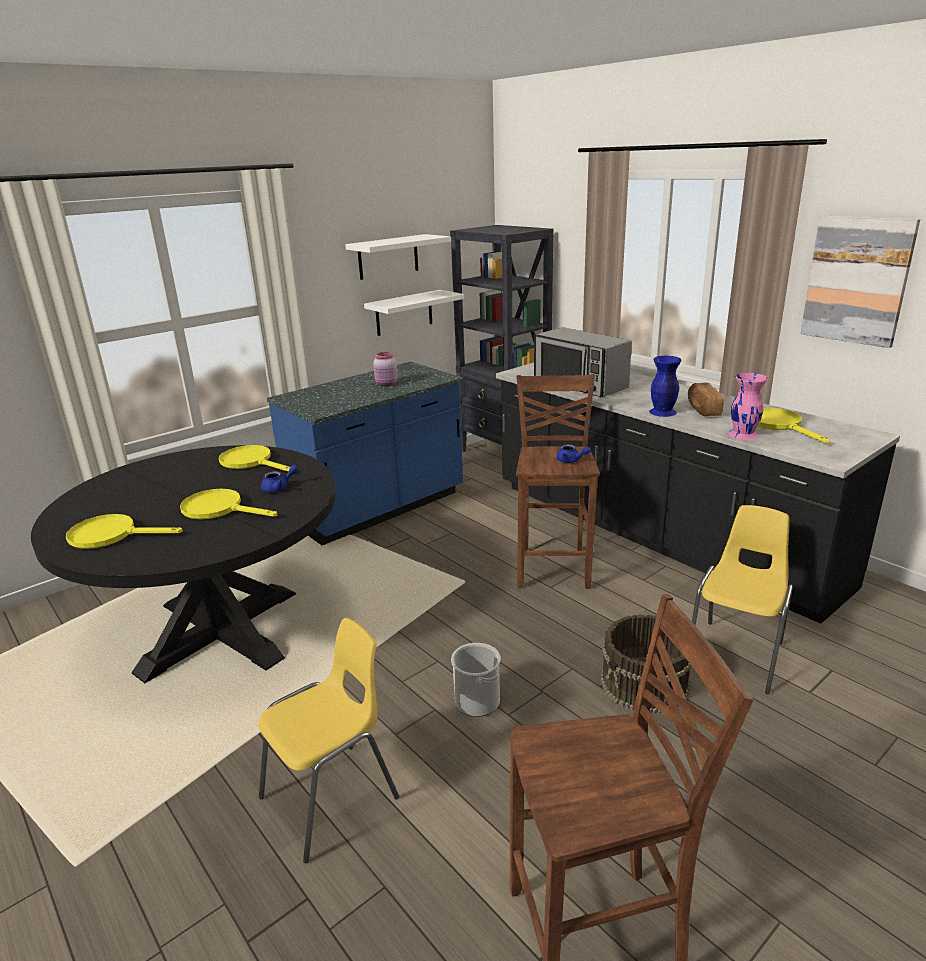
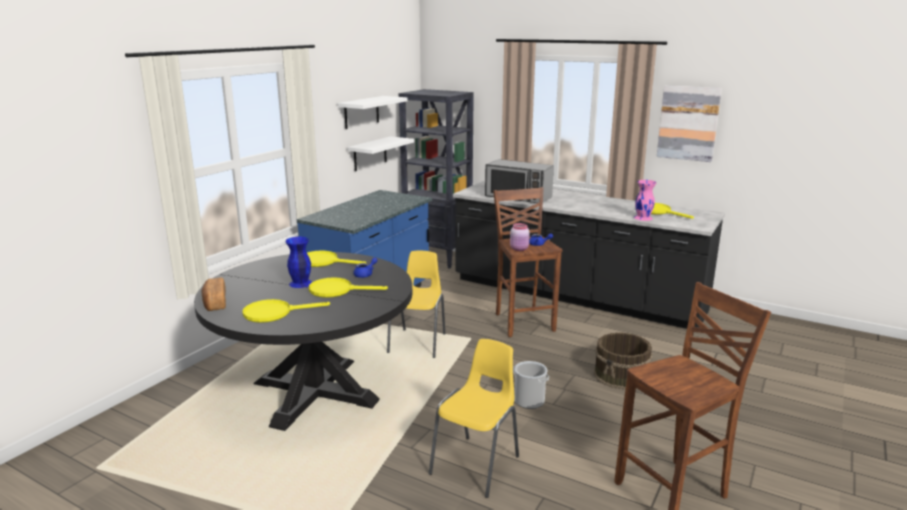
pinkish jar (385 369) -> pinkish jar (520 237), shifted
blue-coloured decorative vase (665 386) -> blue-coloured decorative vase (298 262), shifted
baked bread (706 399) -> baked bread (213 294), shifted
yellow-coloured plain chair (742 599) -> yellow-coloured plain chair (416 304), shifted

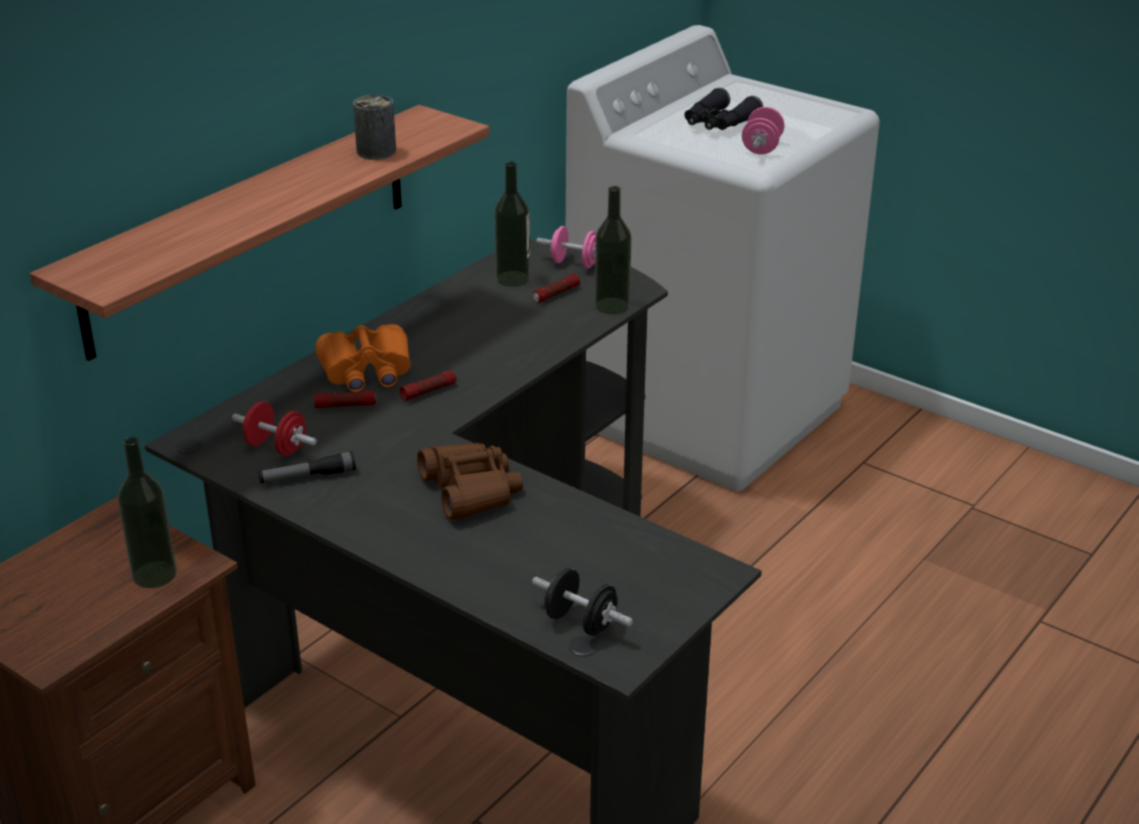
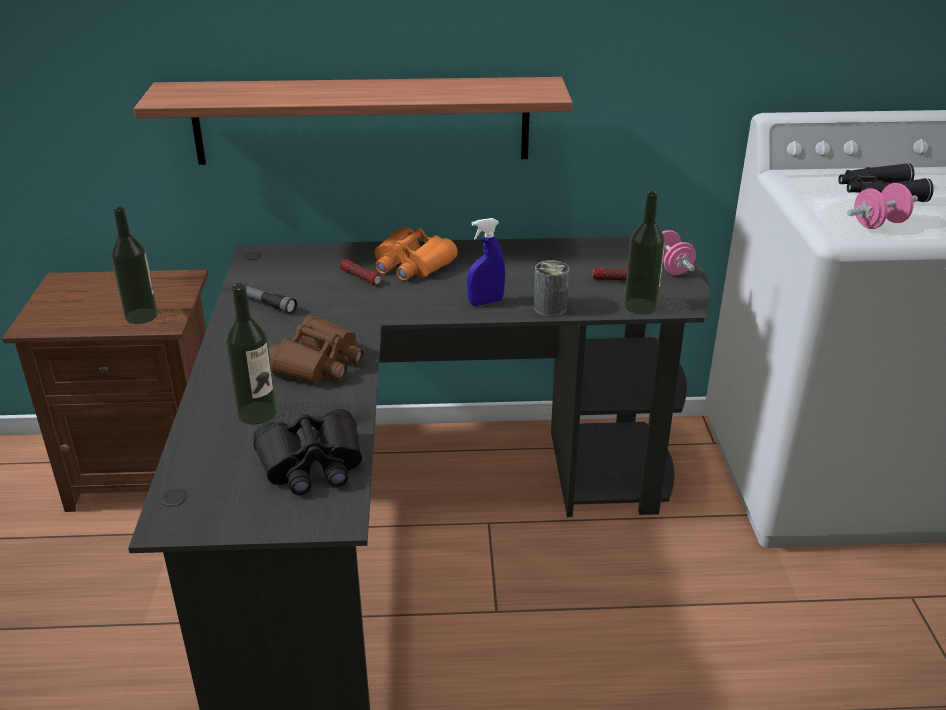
red-coloured dumbbell (274 429) -> none
flashlight (428 385) -> none
blackish dumbbell (582 602) -> none
none -> blackish field glasses (307 452)
none -> blue-coloured spray bottle (486 262)
sealed can (374 127) -> sealed can (551 288), shifted
bottle (512 224) -> bottle (251 353), shifted

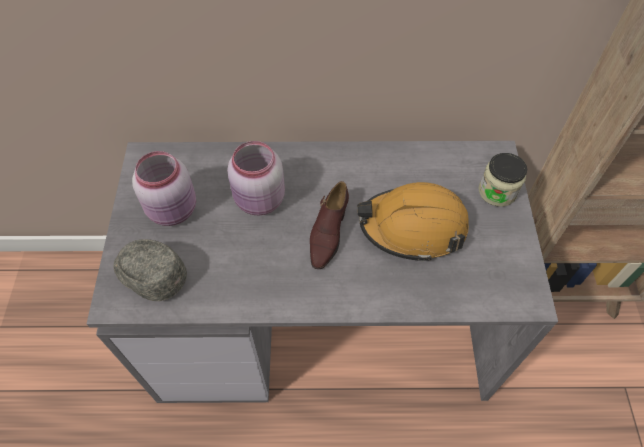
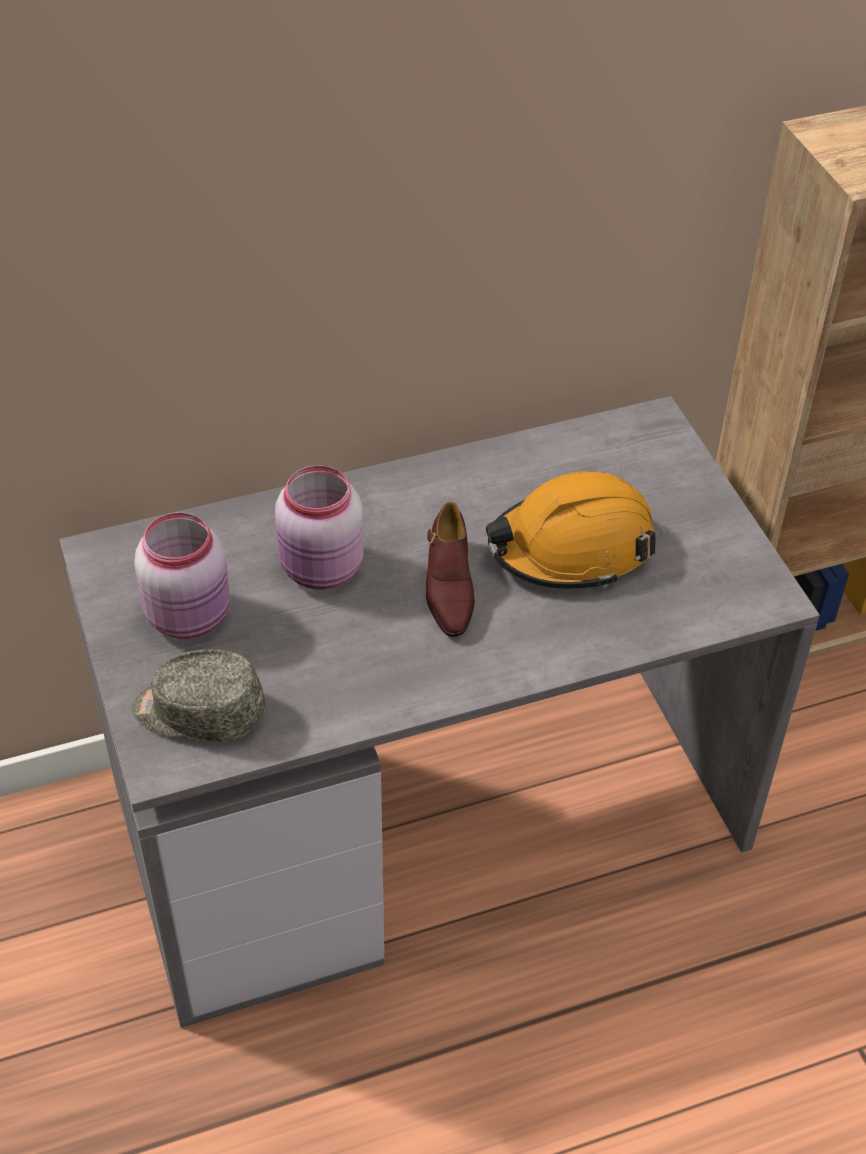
jar (502 180) -> none

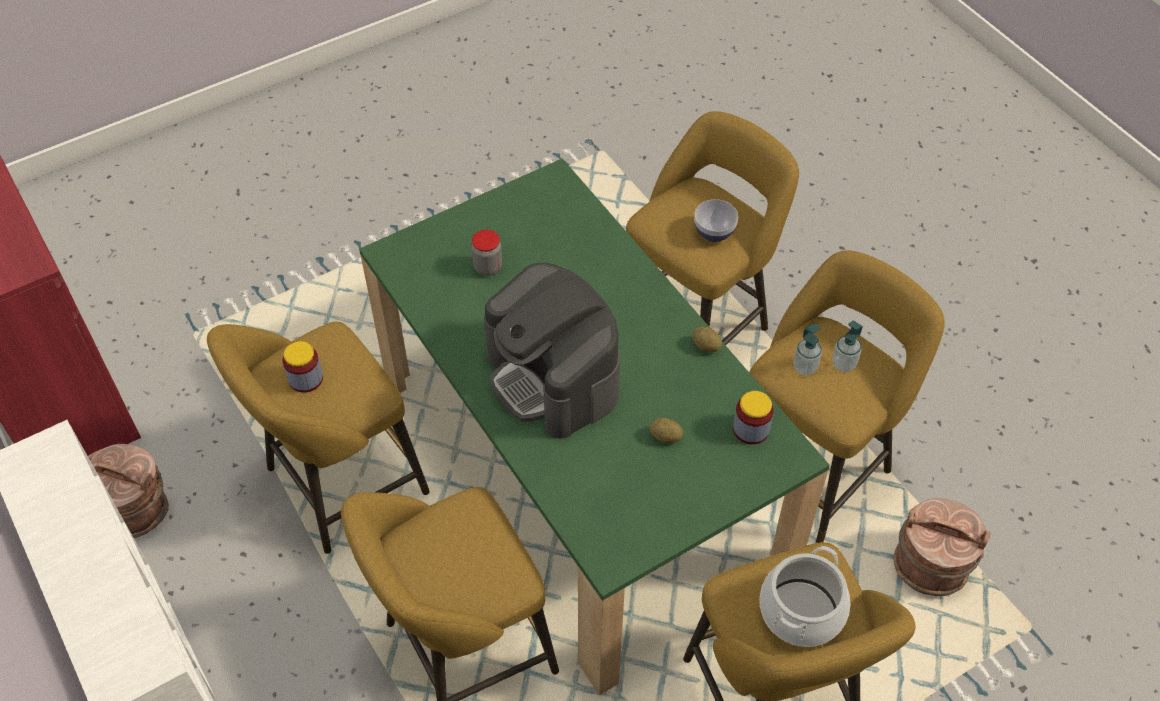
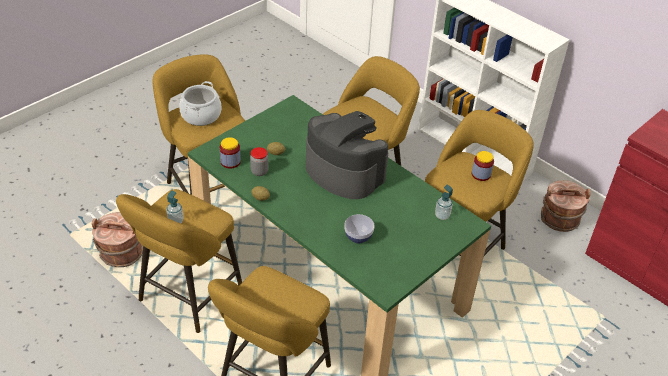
jar (486 253) -> jar (259 161), shifted
serving bowl (716 220) -> serving bowl (359 228), shifted
liquid soap bottle (807 349) -> liquid soap bottle (444 202), shifted

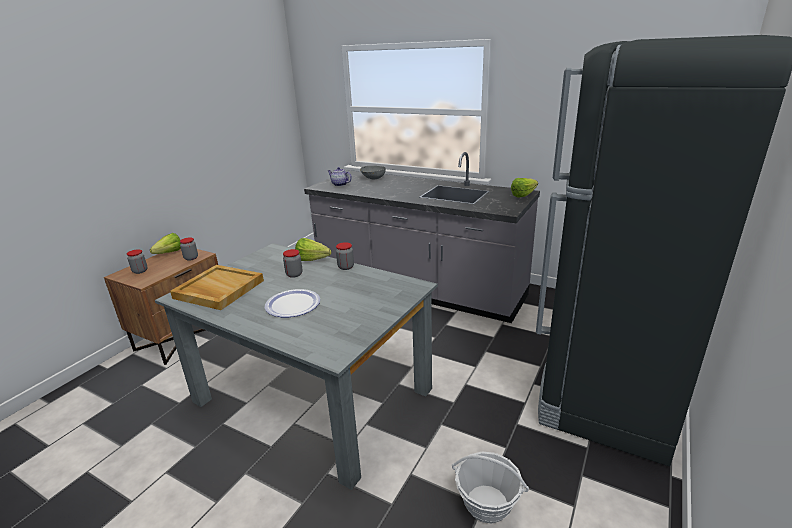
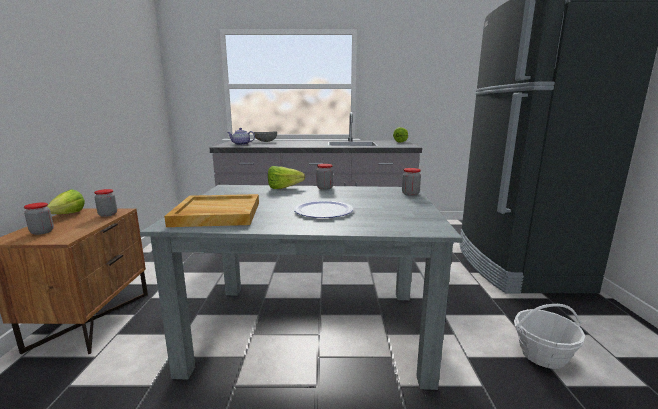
jar (293 263) -> jar (411 182), shifted

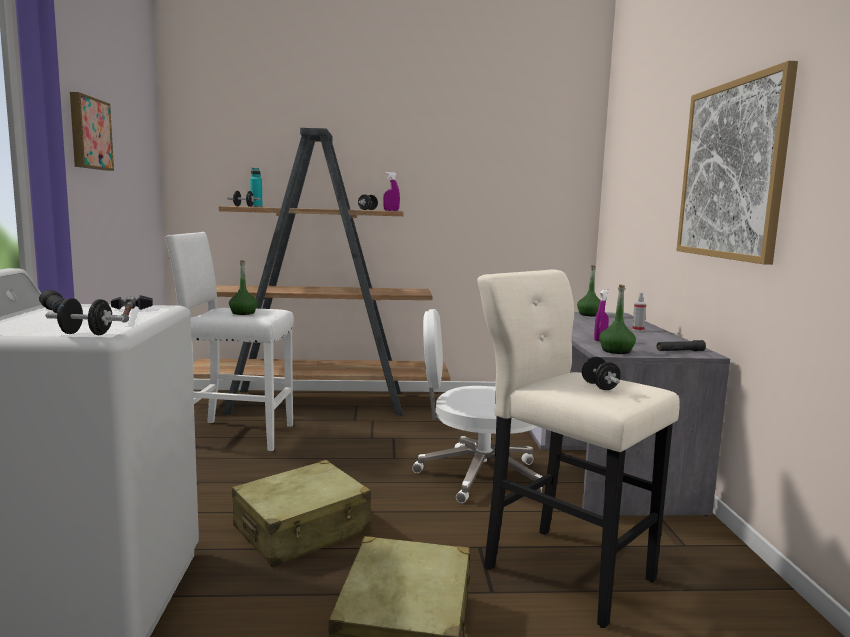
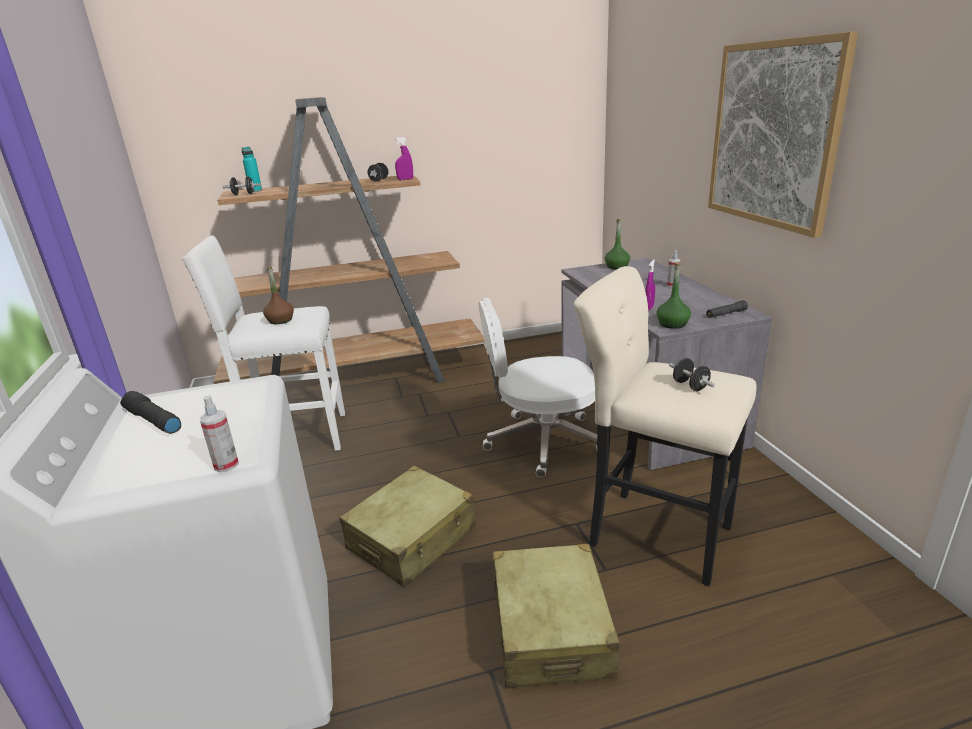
wall art (92 131) -> none
tool hammer (132 309) -> none
blackish dumbbell (84 316) -> spray bottle (219 434)
green bottle (243 288) -> brown-coloured bottle (278 295)

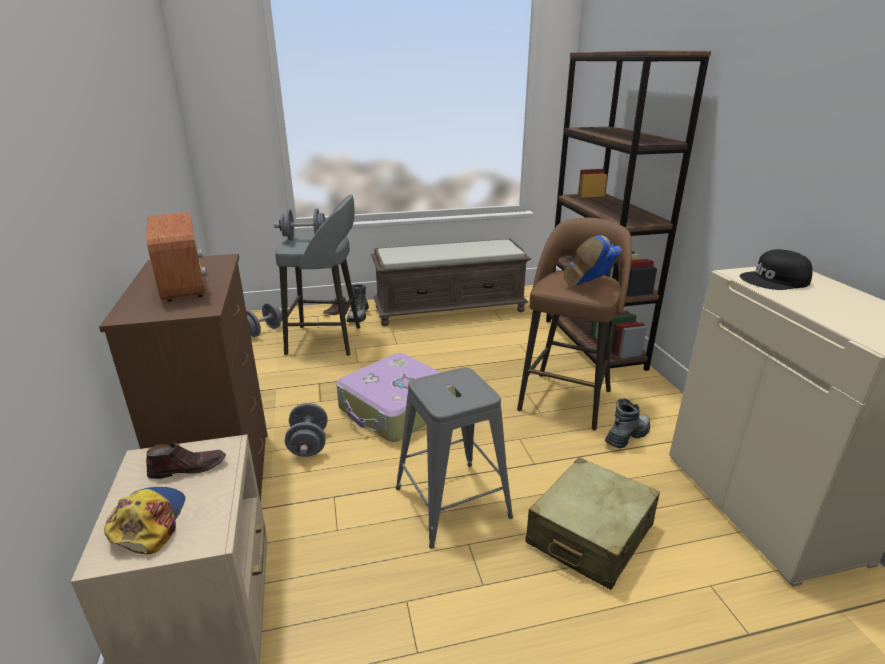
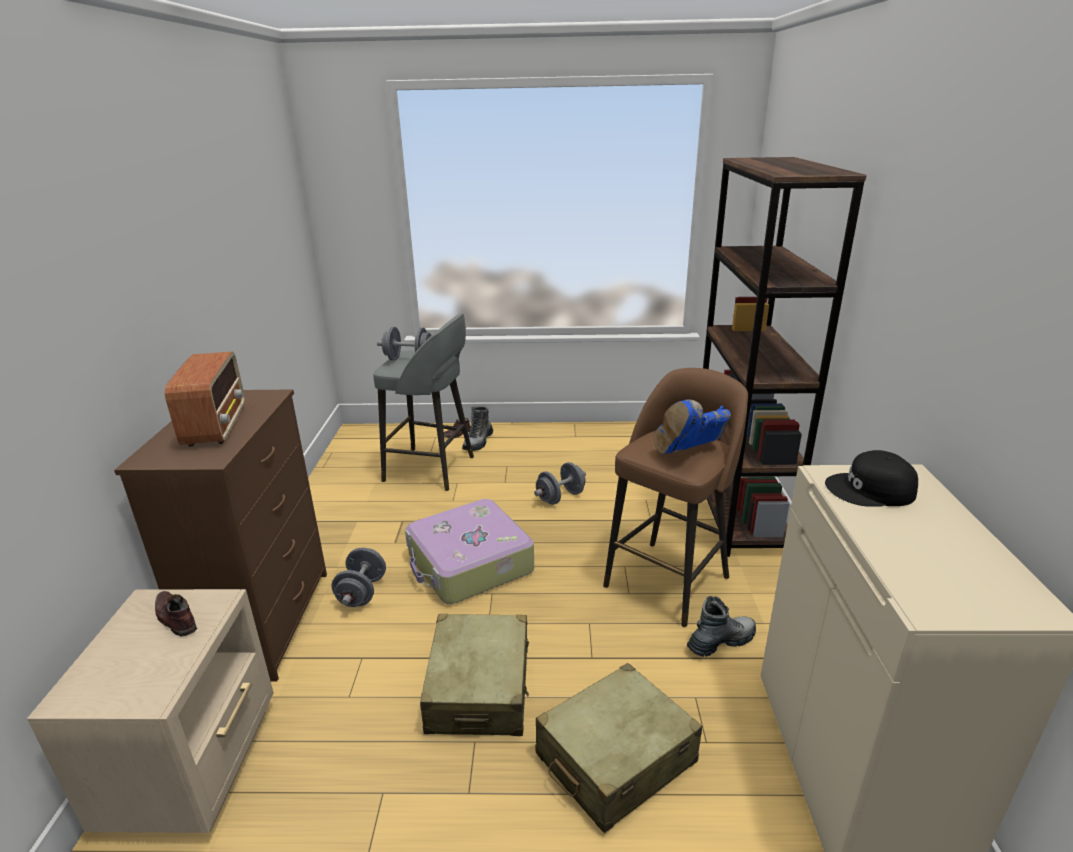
peaked cap (144 520) -> none
brown-coloured bench (451 282) -> none
greyish dumbbell (264 320) -> greyish dumbbell (560 483), shifted
greyish sitting stool (454 457) -> sand-coloured suitcase (474 675)
brown-coloured shoe (186 461) -> brown-coloured shoe (176 614), 135 degrees counterclockwise

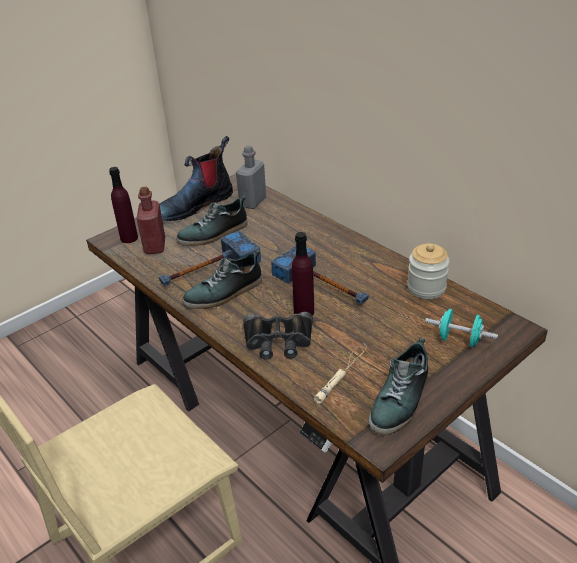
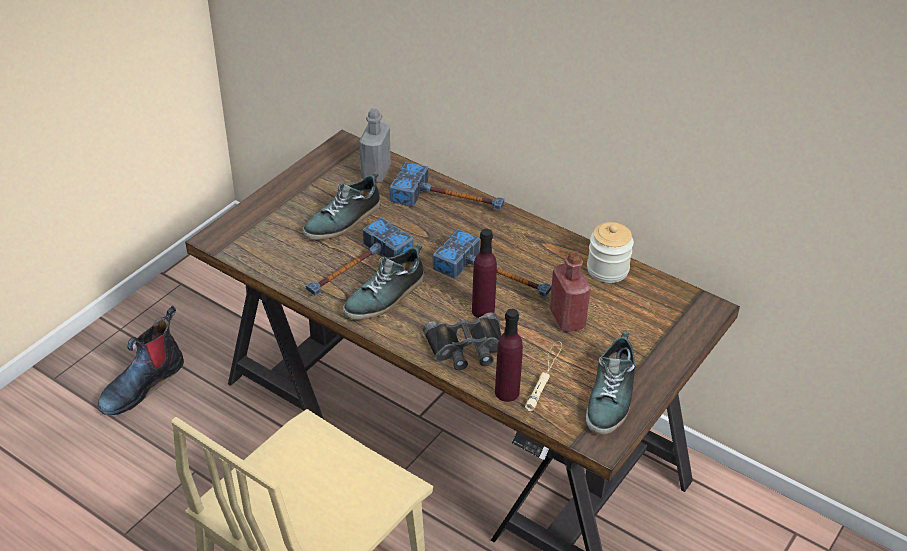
blue-green dumbbell (461 328) -> none
none -> tool hammer (447 186)
purple-coloured bottle (123 205) -> purple-coloured bottle (509 355), shifted
red-coloured bottle (150 220) -> red-coloured bottle (570 291), shifted
tall boot (196 178) -> tall boot (141 360), shifted

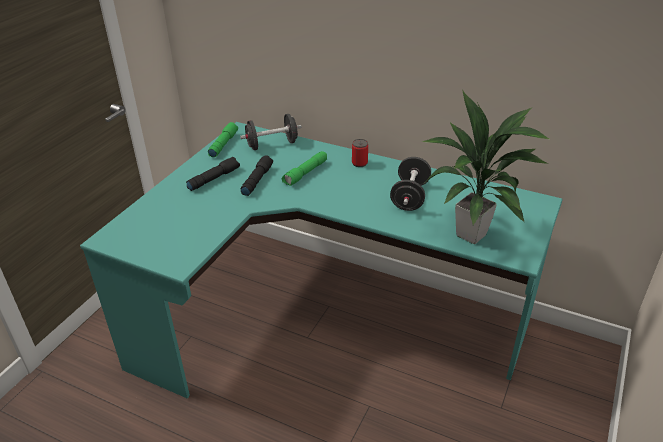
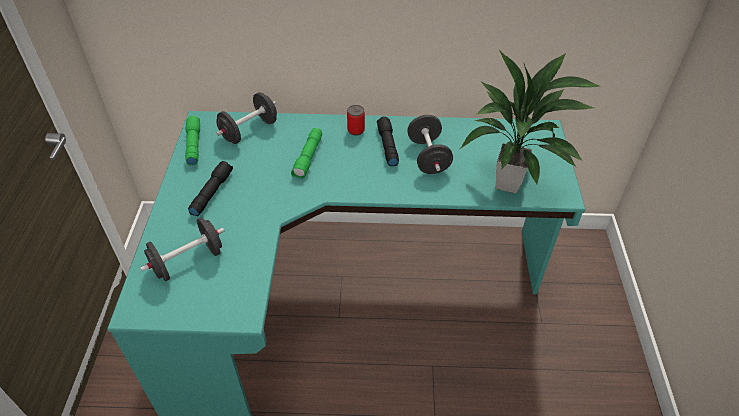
none -> blackish dumbbell (182 249)
blackish flashlight (257 175) -> blackish flashlight (388 141), shifted

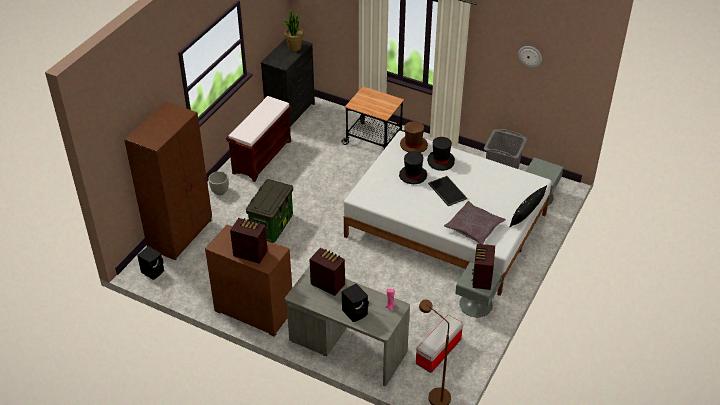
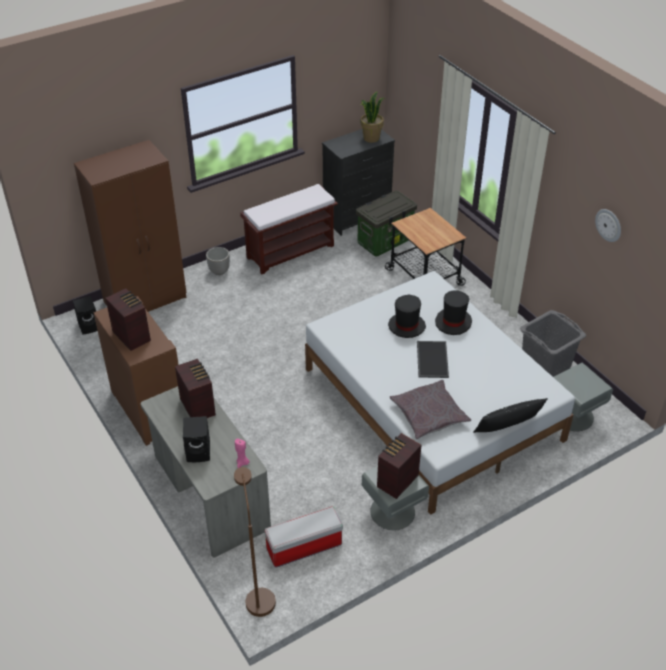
brown-coloured hat (414 137) -> none
storage bin (269 211) -> storage bin (386 223), shifted

